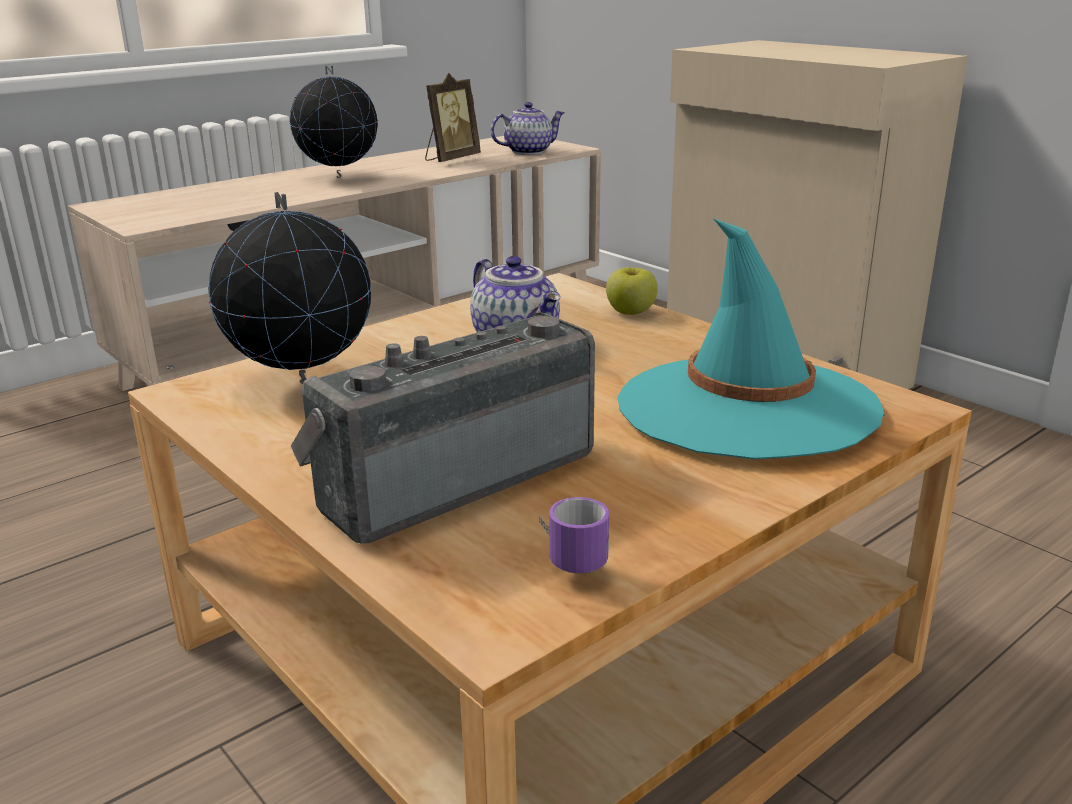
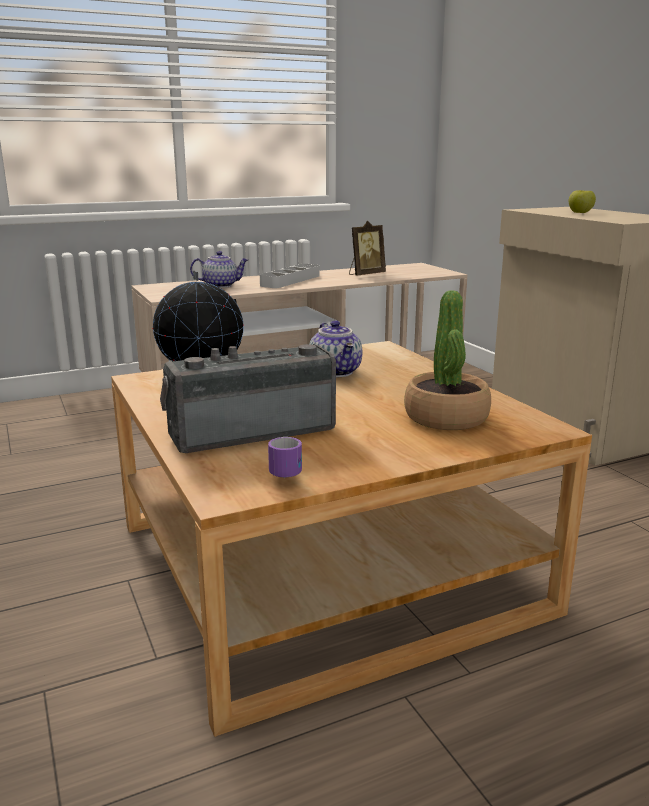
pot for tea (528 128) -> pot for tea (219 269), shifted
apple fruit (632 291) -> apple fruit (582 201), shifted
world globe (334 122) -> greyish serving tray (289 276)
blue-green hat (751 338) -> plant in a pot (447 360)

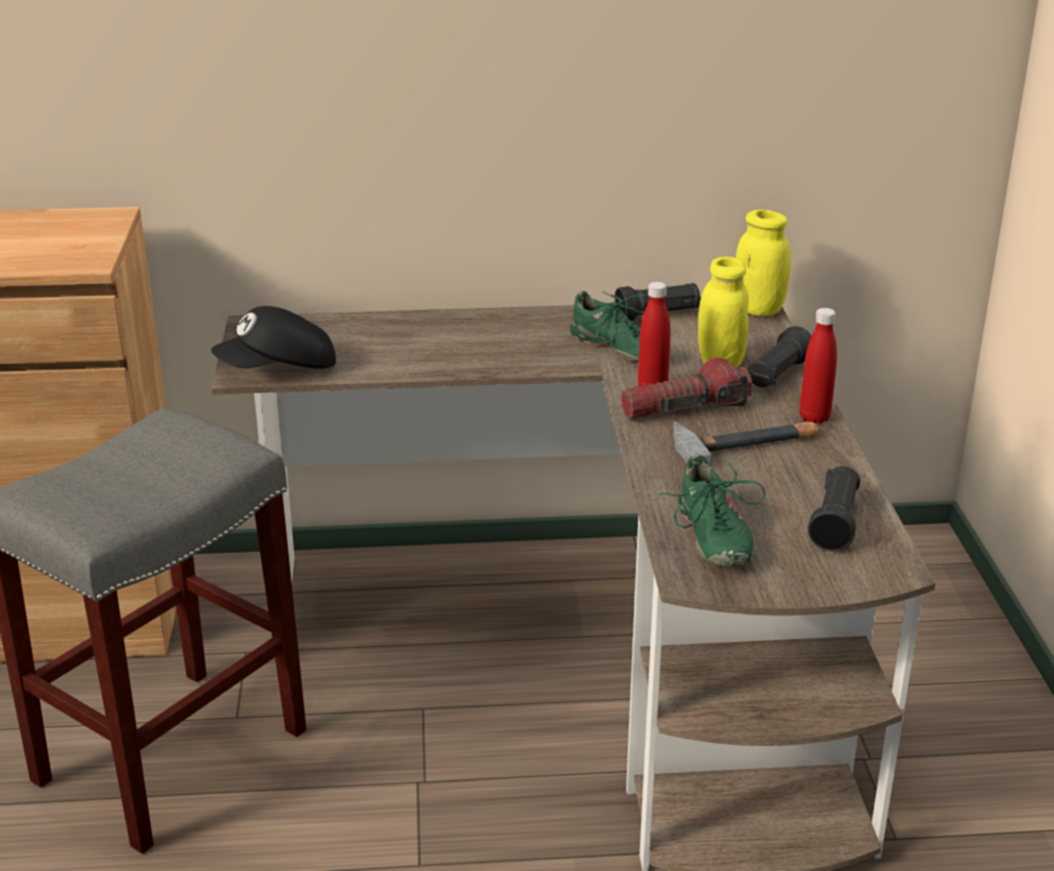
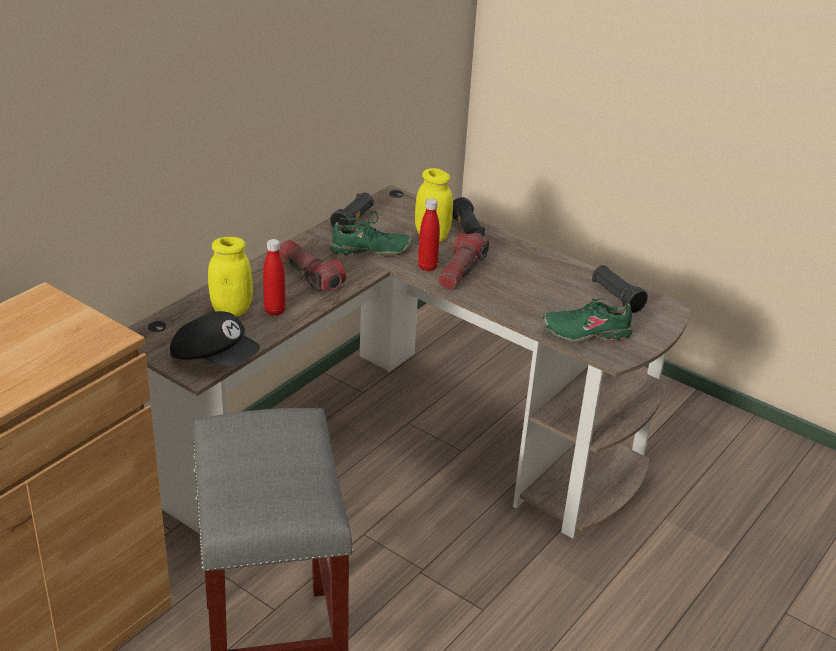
tool hammer (745 444) -> none
none -> flashlight (312 266)
yellow-coloured jar (763 262) -> yellow-coloured jar (230 276), shifted
red-coloured bottle (818 366) -> red-coloured bottle (274 277), shifted
blackish peaked cap (273 337) -> blackish peaked cap (215 338), 75 degrees counterclockwise
green shoe (711 510) -> green shoe (587 320), 150 degrees clockwise

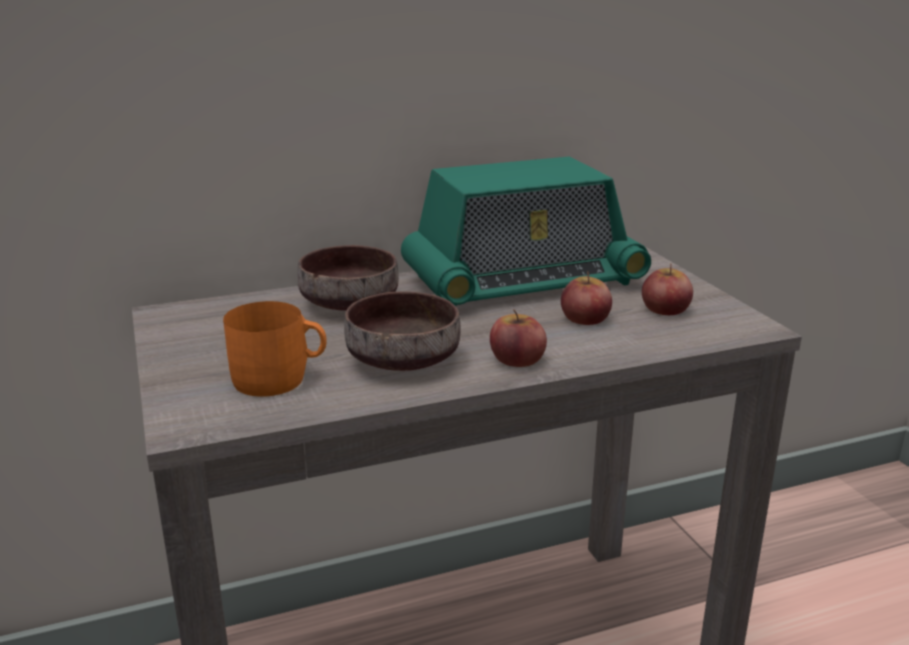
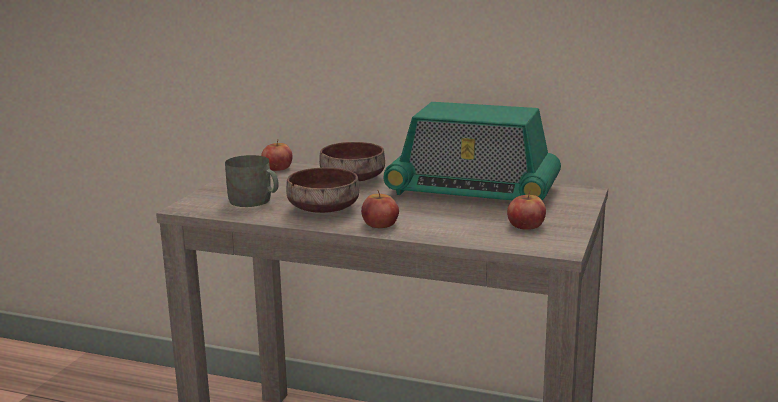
apple fruit (586 298) -> apple fruit (277 155), shifted
orange tea mug (275 349) -> greyish tea mug (252 181)

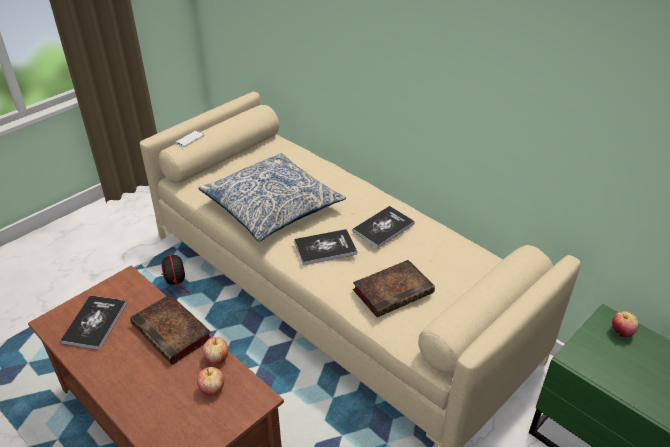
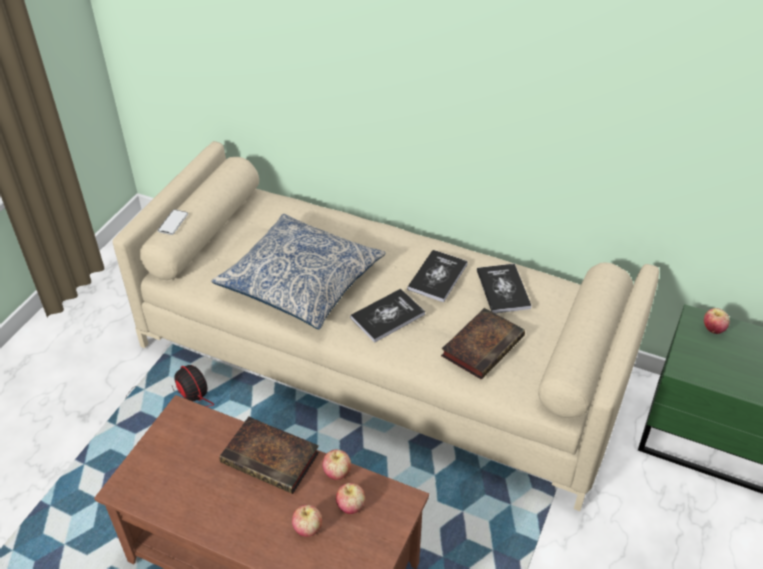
none -> apple fruit (307 521)
volume (93 322) -> volume (504 288), shifted

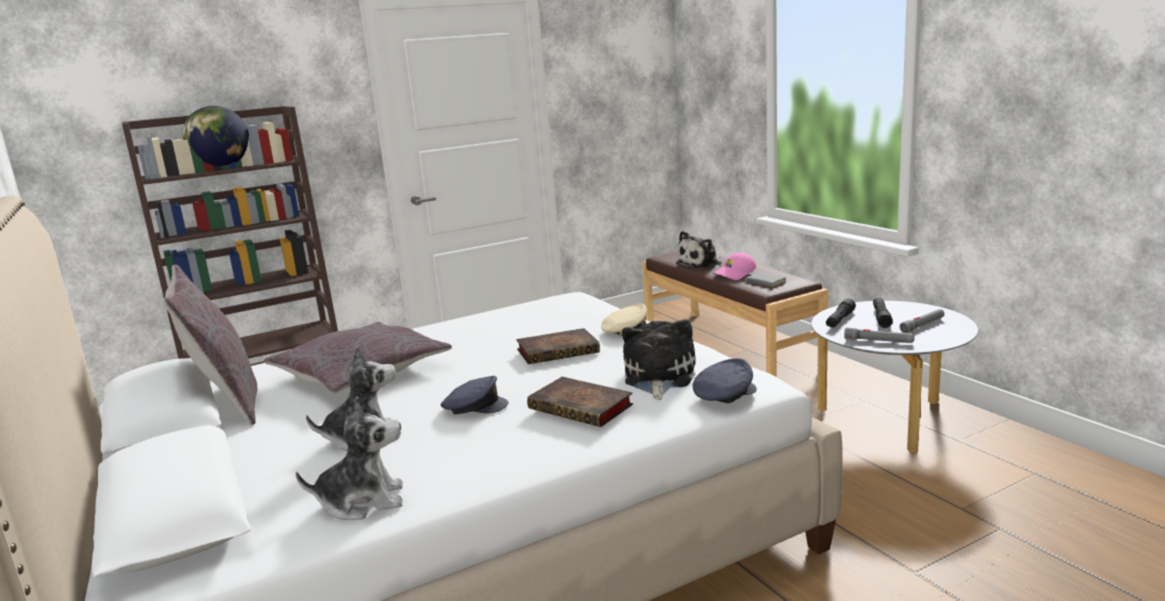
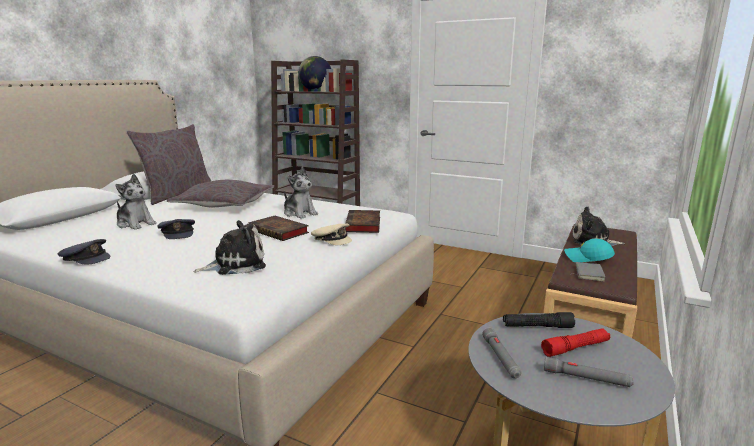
cuddly toy (349 458) -> cuddly toy (301 193), shifted
volume (580 402) -> volume (362 221), shifted
greyish peaked cap (725 380) -> greyish peaked cap (84 251), shifted
pinkish peaked cap (735 266) -> blue-green peaked cap (589 250)
blackish flashlight (883 313) -> red-coloured flashlight (575 343)

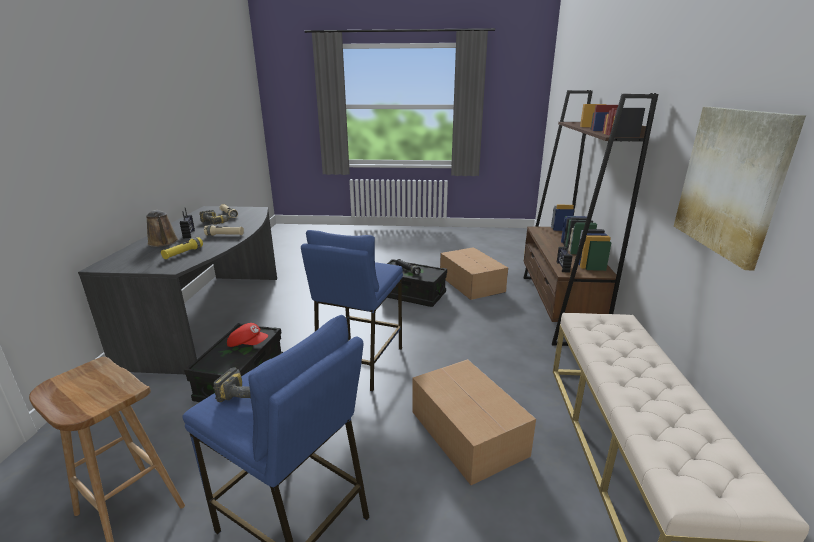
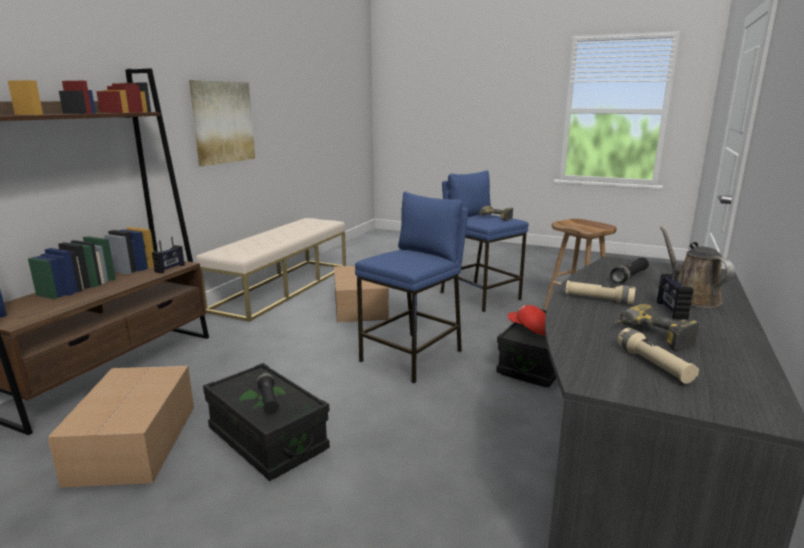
yellow-coloured flashlight (182 248) -> blackish flashlight (629 270)

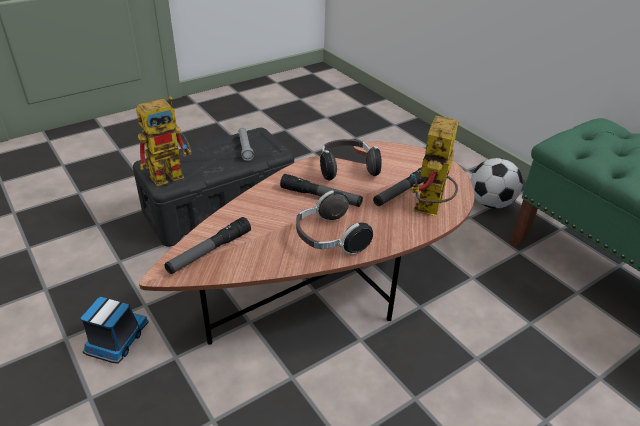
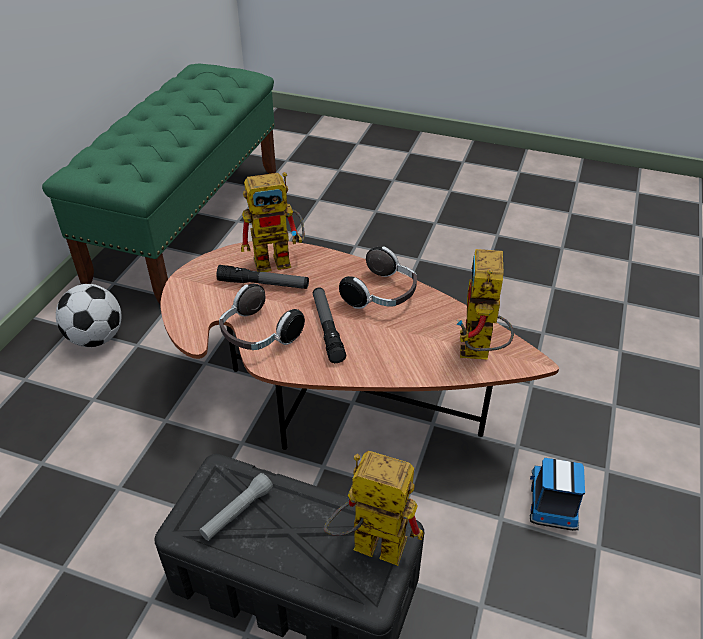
flashlight (207 245) -> robot figure (485 304)
toy truck (115 330) -> toy truck (557 494), 120 degrees clockwise

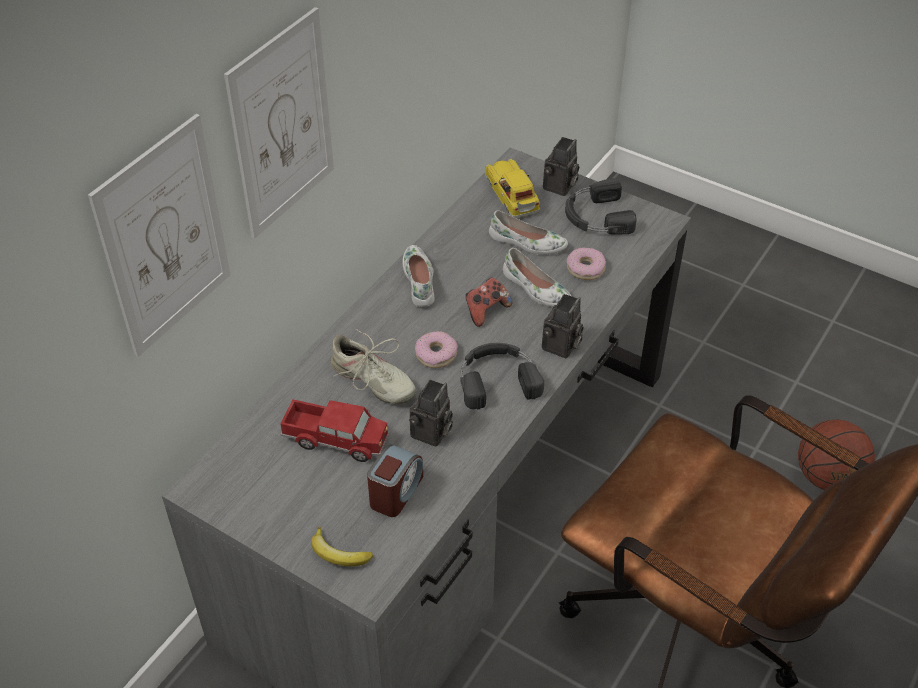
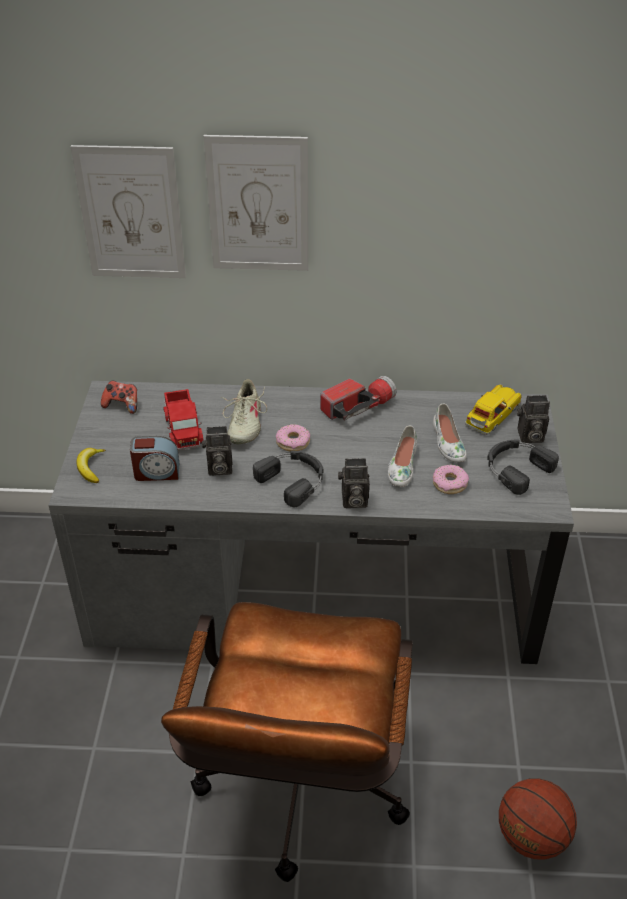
gamepad (489 302) -> gamepad (119 397), shifted
whitish shoe (418 276) -> flashlight (358 398)

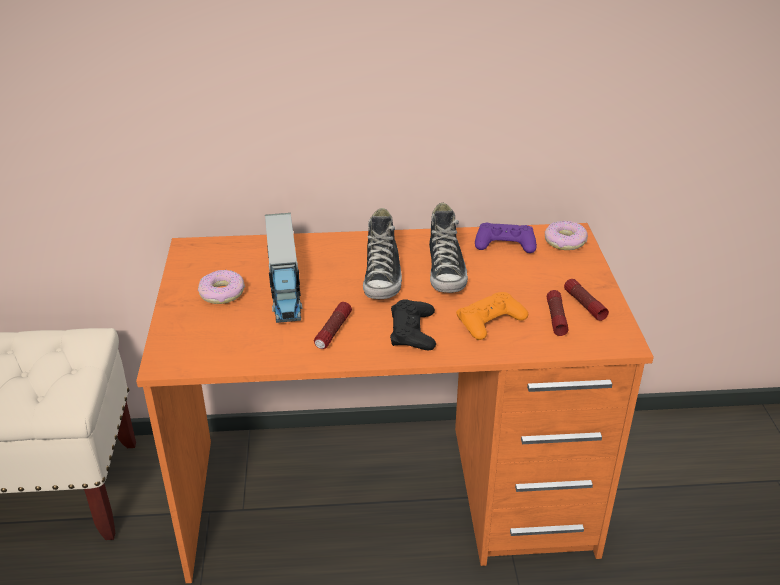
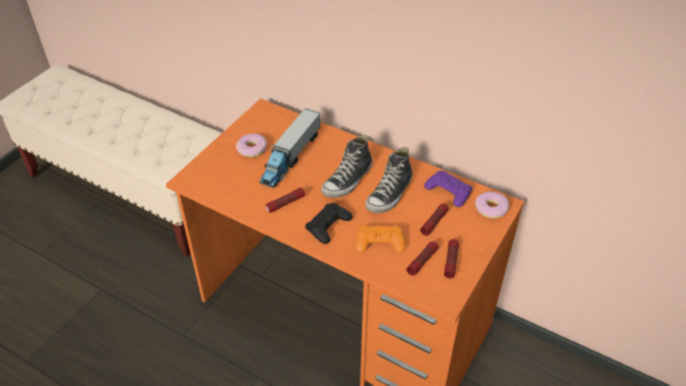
none -> flashlight (434 219)

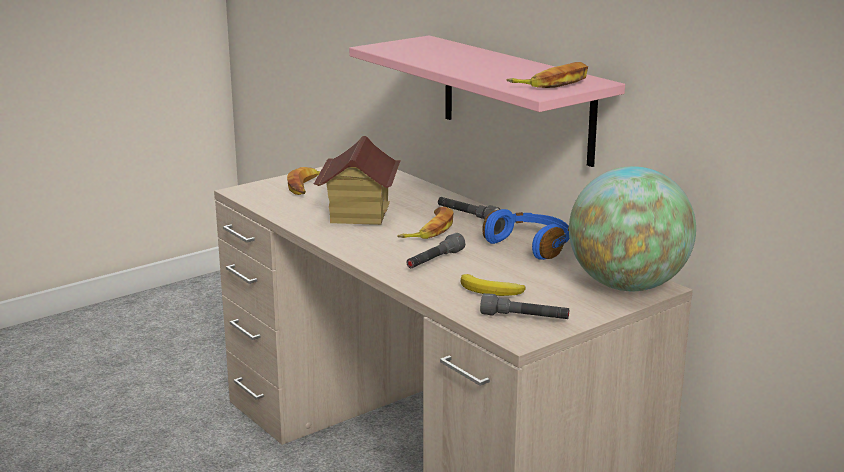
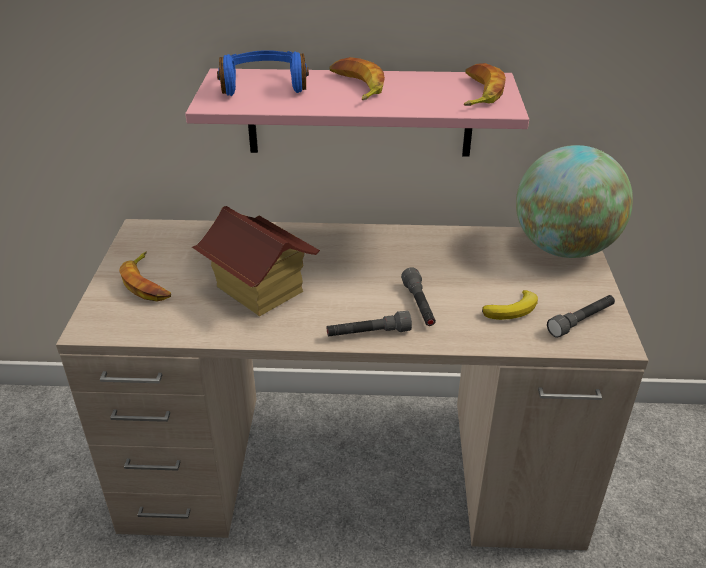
whole banana (425 223) -> whole banana (357 78), shifted
greyish flashlight (469 208) -> greyish flashlight (369 323), shifted
blue-coloured pair of headphones (526 234) -> blue-coloured pair of headphones (263 73), shifted

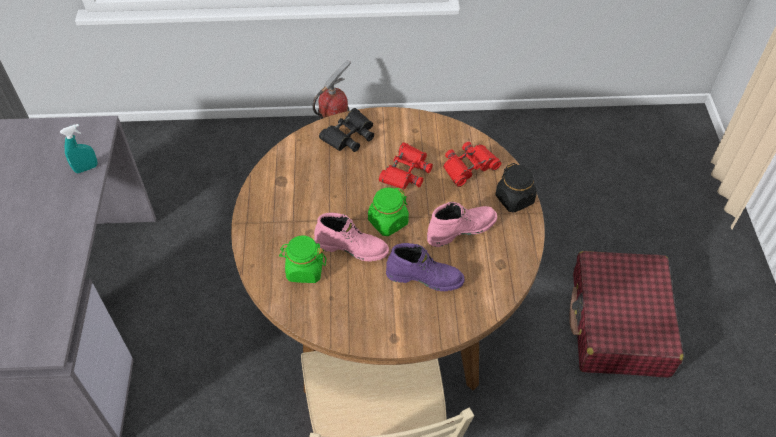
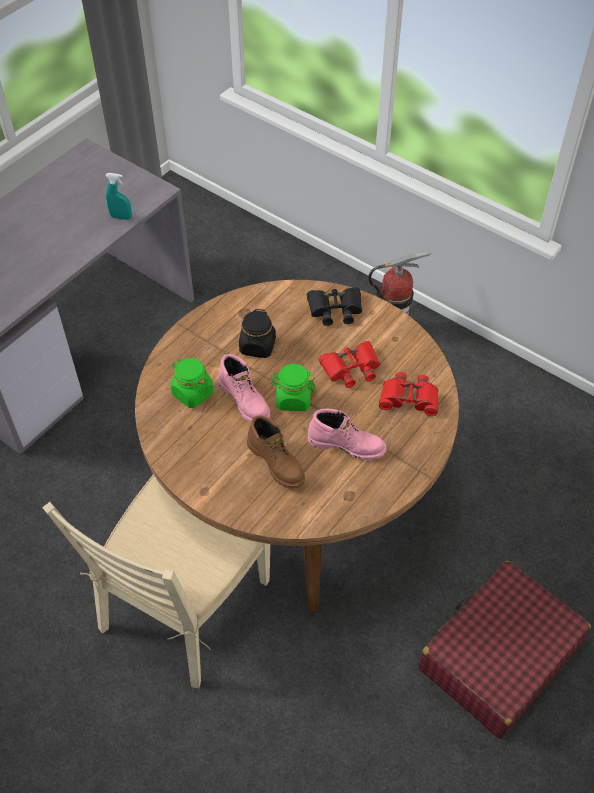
blackish jar (516 188) -> blackish jar (257 333), shifted
purple-coloured tall boot (425 267) -> brown-coloured tall boot (276 452)

